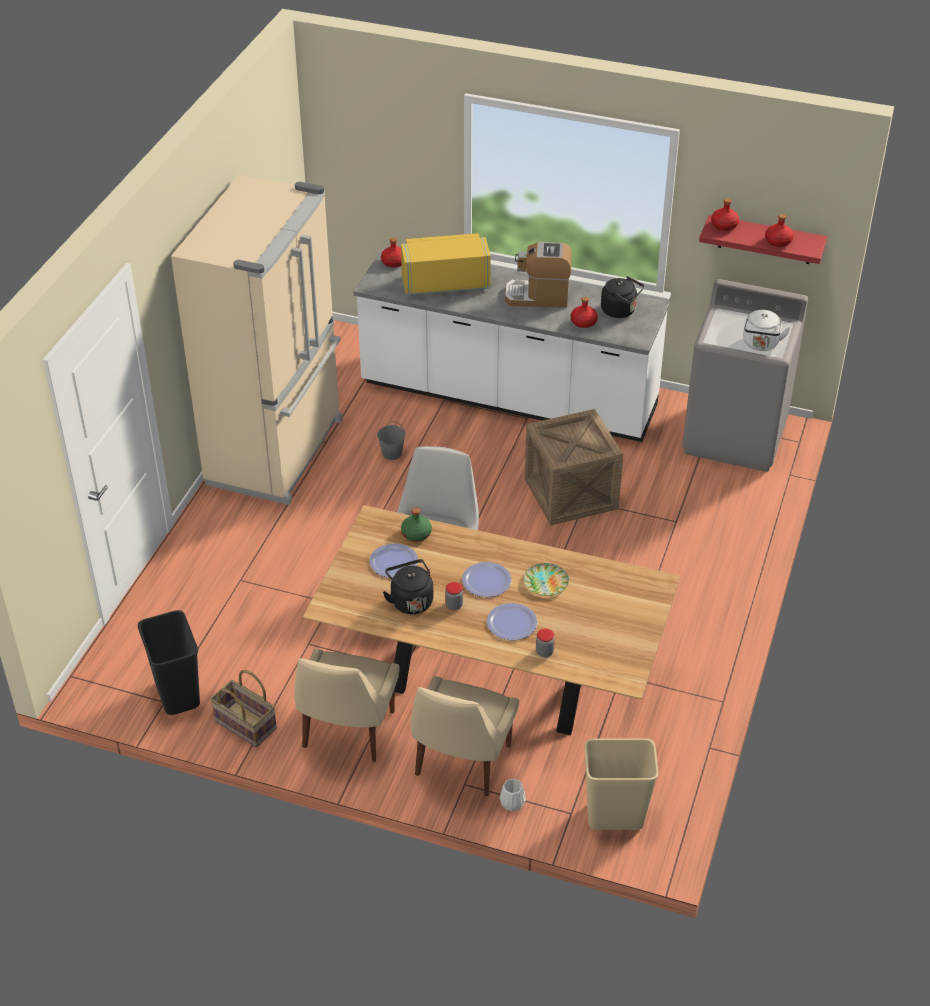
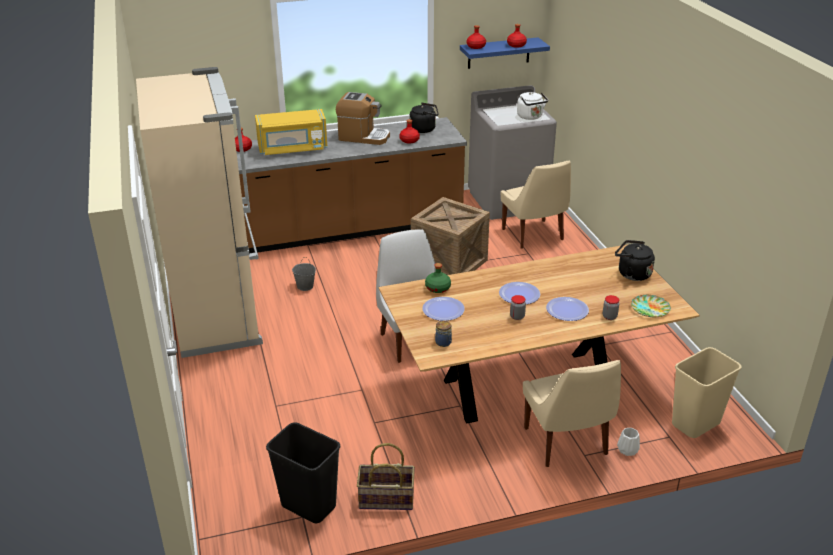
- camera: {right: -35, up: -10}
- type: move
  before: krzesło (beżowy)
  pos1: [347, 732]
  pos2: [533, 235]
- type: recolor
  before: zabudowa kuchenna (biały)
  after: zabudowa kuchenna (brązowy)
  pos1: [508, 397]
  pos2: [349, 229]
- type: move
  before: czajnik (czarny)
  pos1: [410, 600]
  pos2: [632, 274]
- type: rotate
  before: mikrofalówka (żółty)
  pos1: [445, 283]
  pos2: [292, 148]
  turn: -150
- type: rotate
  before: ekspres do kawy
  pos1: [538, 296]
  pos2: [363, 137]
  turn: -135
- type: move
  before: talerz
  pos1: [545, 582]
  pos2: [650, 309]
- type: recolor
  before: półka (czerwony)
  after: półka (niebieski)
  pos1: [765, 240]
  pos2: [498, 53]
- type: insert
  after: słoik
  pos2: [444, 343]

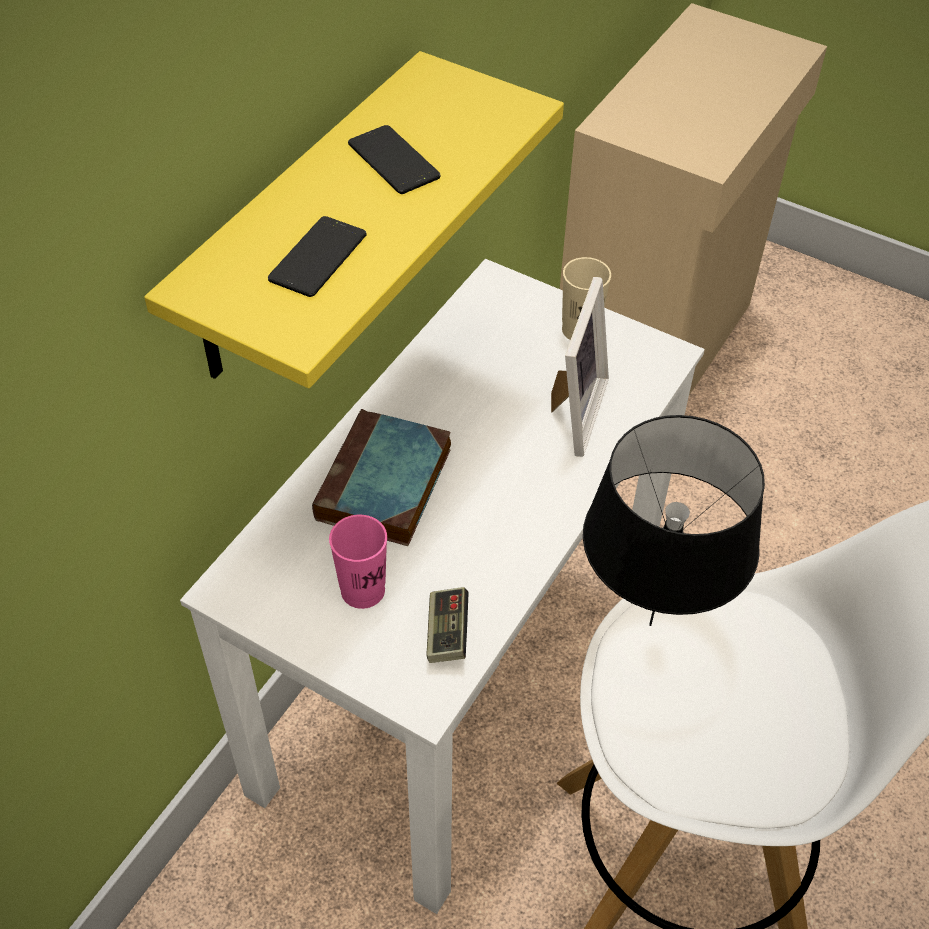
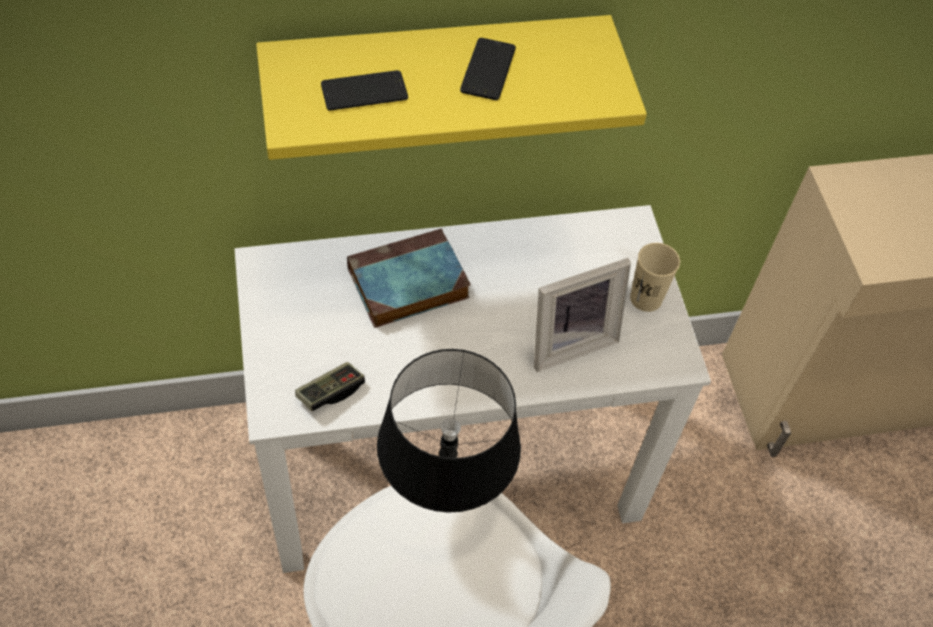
- camera: {right: 45, up: 5}
- type: delete
  before: filiżanka (różowy)
  pos1: [363, 590]

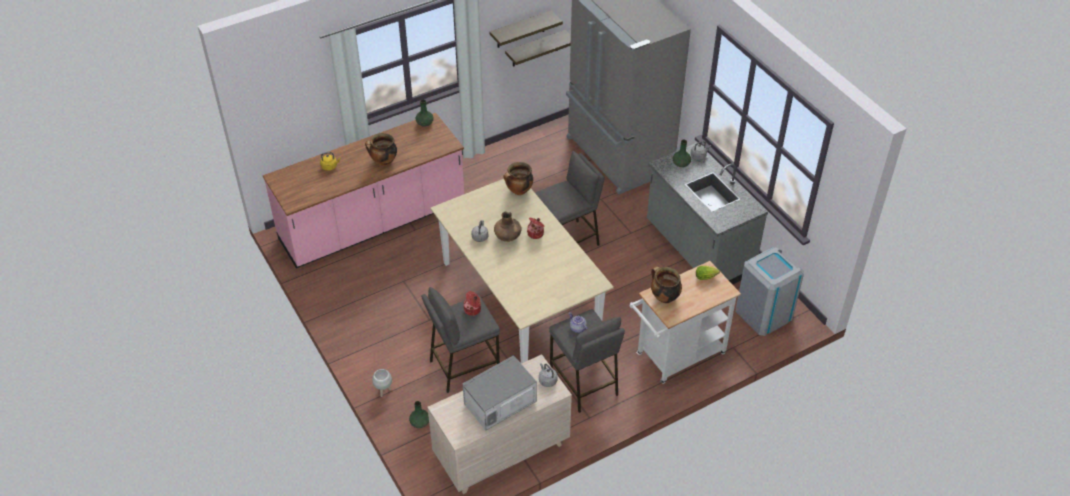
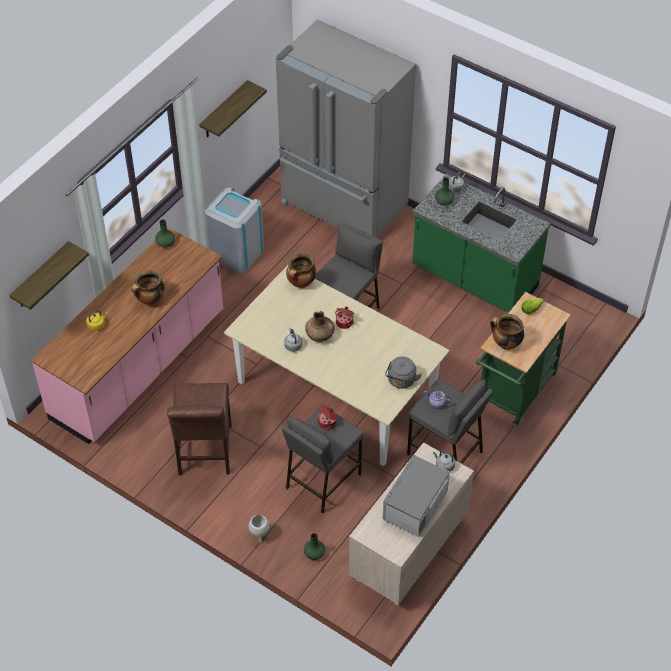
- camera: {right: -25, up: 5}
- type: move
  before: półka
  pos1: [535, 49]
  pos2: [41, 276]
- type: recolor
  before: wózek (biały)
  after: wózek (zielony)
  pos1: [676, 356]
  pos2: [513, 394]
- type: recolor
  before: zabudowa kuchenna (szary)
  after: zabudowa kuchenna (zielony)
  pos1: [697, 249]
  pos2: [474, 279]
- type: move
  before: kosz na śmieci (szary)
  pos1: [763, 313]
  pos2: [236, 253]
- type: insert
  after: krzesło (brązowy)
  pos2: [204, 453]
- type: insert
  after: czajnik (szary)
  pos2: [401, 381]

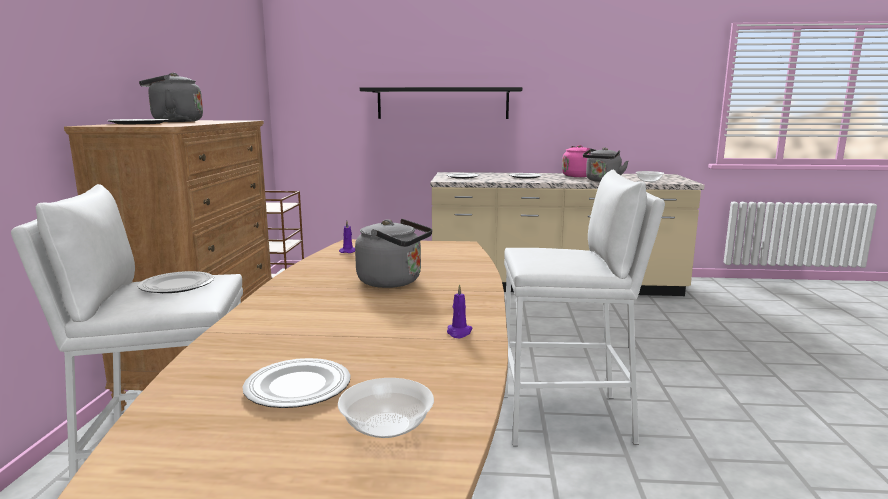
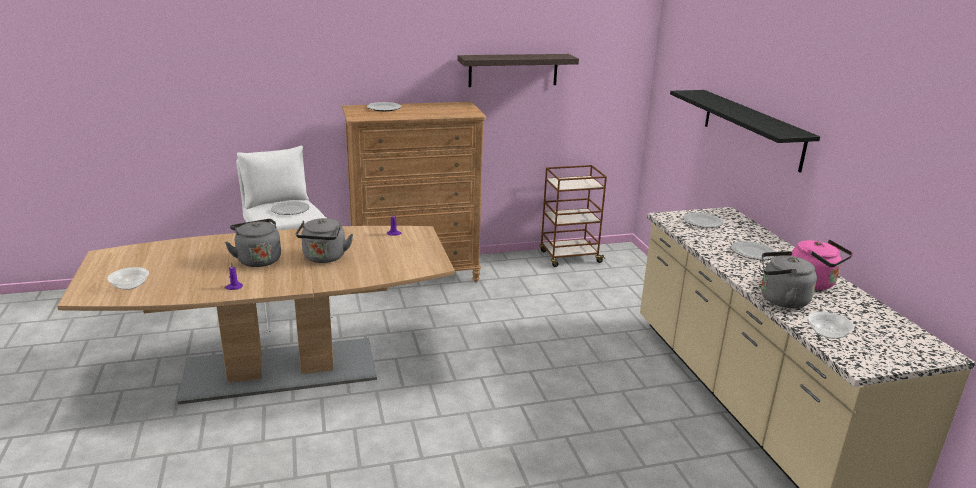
- camera: {right: 70, up: 10}
- type: move
  before: czajnik (szary)
  pos1: [174, 121]
  pos2: [258, 259]
- type: delete
  before: talerz
  pos1: [298, 387]
- type: delete
  before: stołek (biały)
  pos1: [566, 419]
- type: insert
  after: półka
  pos2: [513, 70]

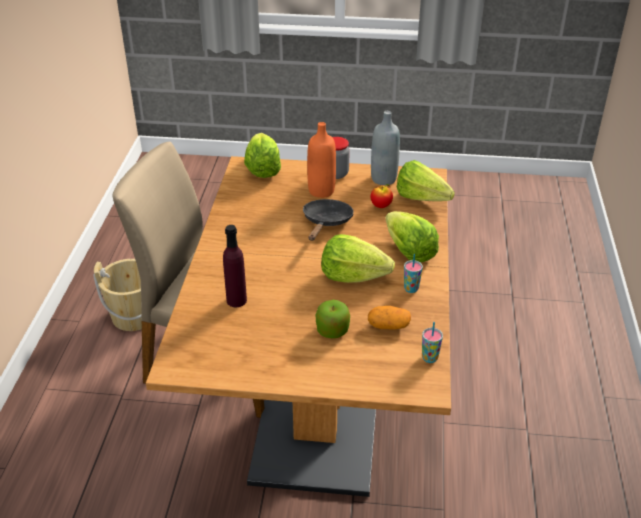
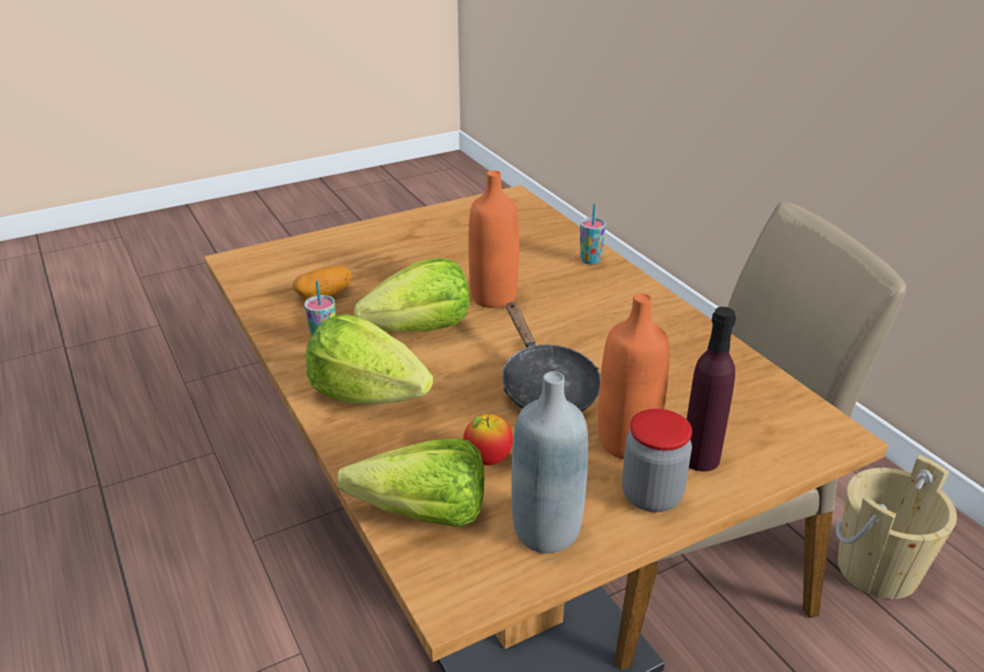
- camera: {right: 145, up: -5}
- type: move
  before: butelka (fioletowy)
  pos1: [236, 300]
  pos2: [700, 458]
- type: delete
  before: sałata
  pos1: [262, 169]
- type: delete
  before: jabłko
  pos1: [332, 330]
- type: move
  before: filiżanka
  pos1: [429, 358]
  pos2: [590, 260]
- type: insert
  after: butelka (pomarańczowy)
  pos2: [493, 297]

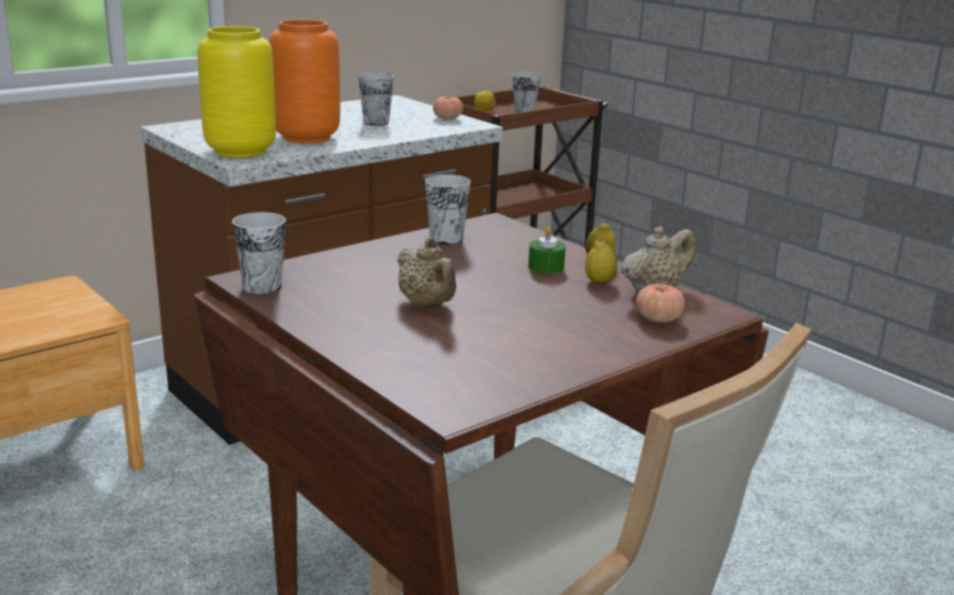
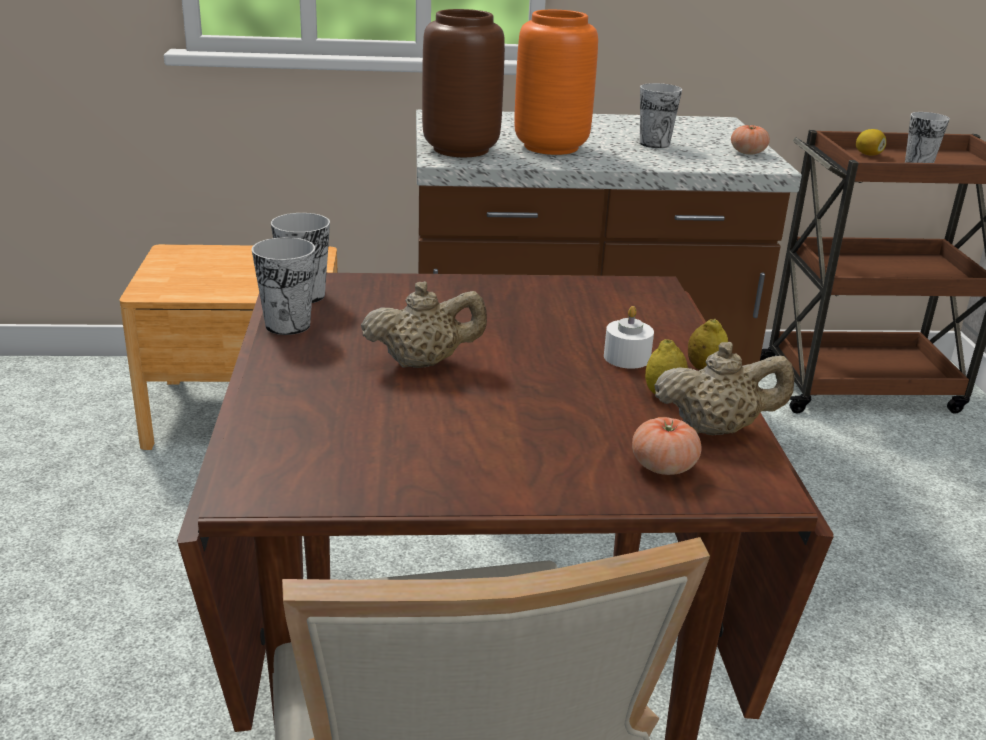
- camera: {right: 35, up: 5}
- type: recolor
  before: wazon (żółty)
  after: wazon (brązowy)
  pos1: [242, 151]
  pos2: [462, 150]
- type: rotate
  before: imbryk (beżowy)
  pos1: [428, 305]
  pos2: [424, 363]
  turn: -105
- type: move
  before: filiżanka
  pos1: [446, 239]
  pos2: [288, 325]
- type: recolor
  before: świeca (zielony)
  after: świeca (biały)
  pos1: [546, 267]
  pos2: [627, 357]

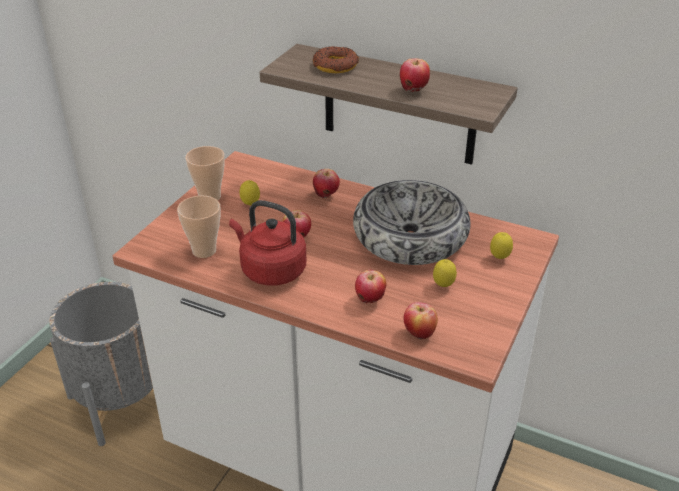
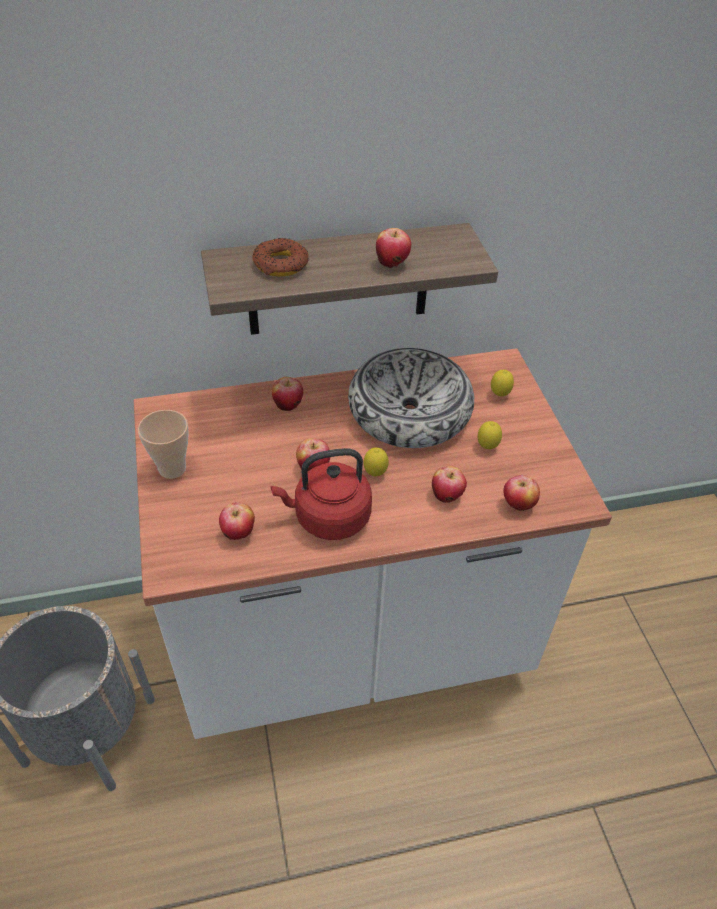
- camera: {right: -40, up: 10}
- type: replace
  before: filiżanka
  after: jabłko
  pos1: [204, 251]
  pos2: [239, 534]
- type: move
  before: cytryna
  pos1: [250, 205]
  pos2: [375, 474]

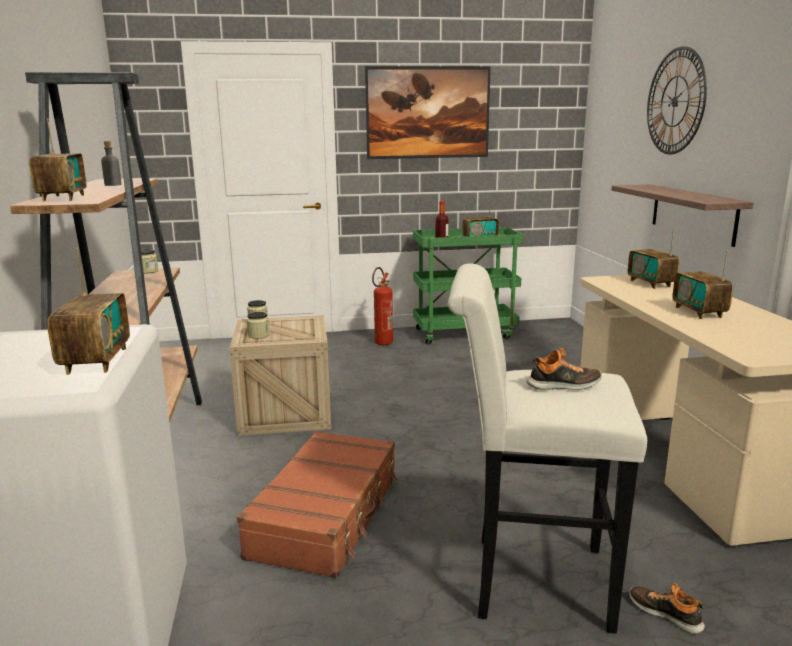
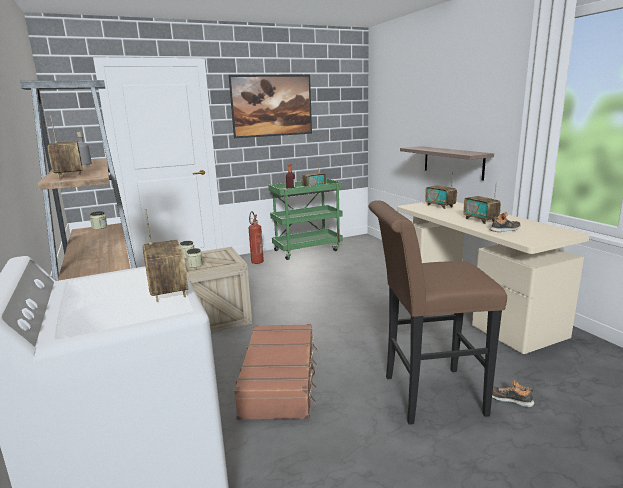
- camera: {right: -15, up: 0}
- type: recolor
  before: stołek (biały)
  after: stołek (brązowy)
  pos1: [528, 580]
  pos2: [425, 395]
- type: move
  before: but
  pos1: [564, 385]
  pos2: [505, 230]
- type: delete
  before: zegar ścienny
  pos1: [675, 101]

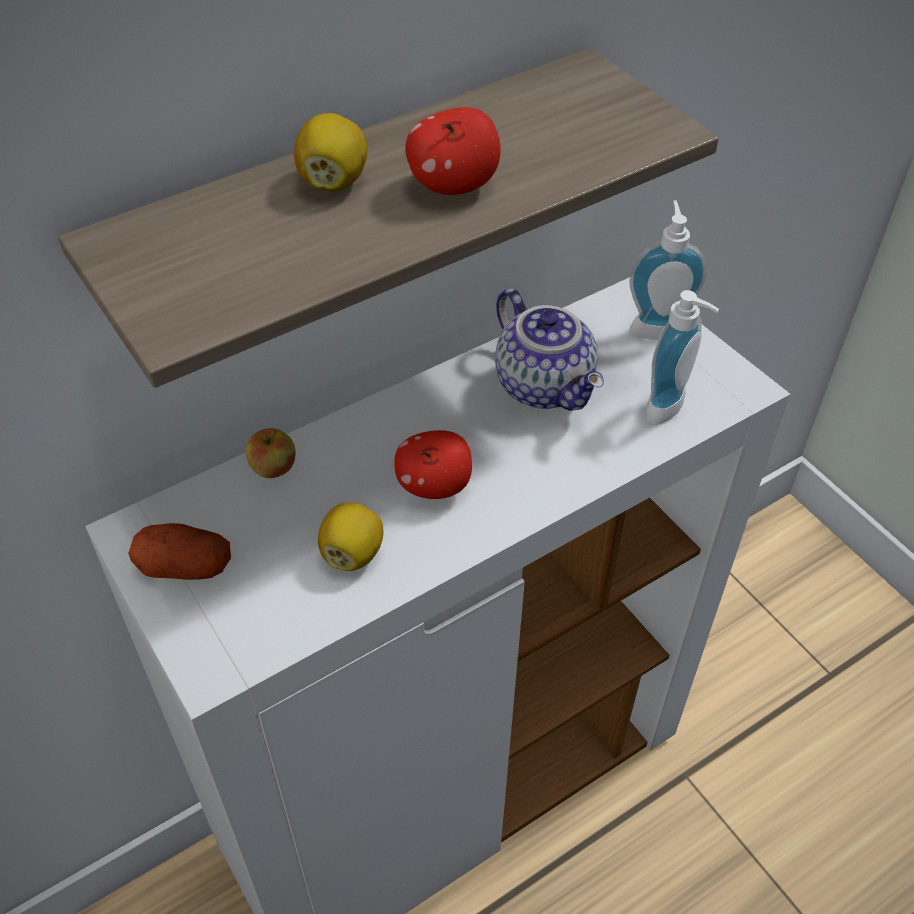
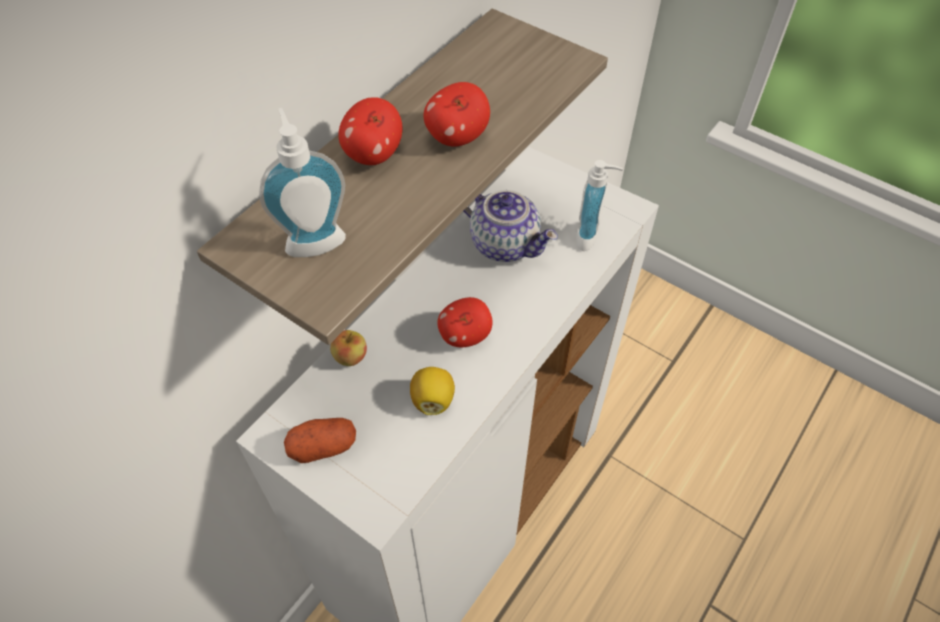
- camera: {right: -20, up: 5}
- type: replace
  before: cytryna
  after: jabłko
  pos1: [333, 181]
  pos2: [373, 155]
- type: move
  before: dozownik mydła
  pos1: [656, 326]
  pos2: [314, 239]

